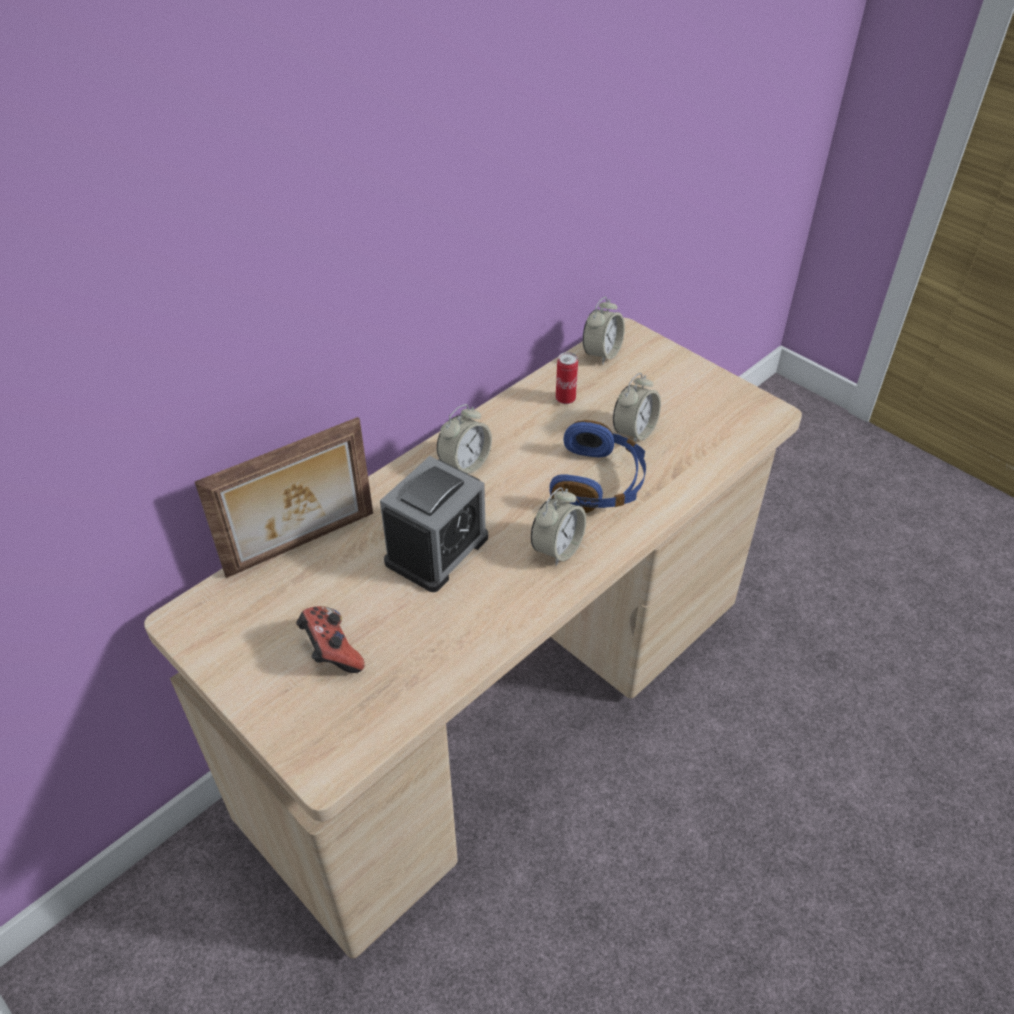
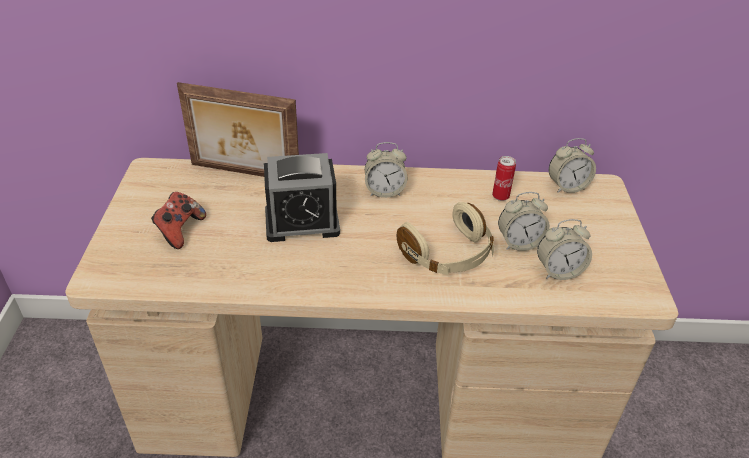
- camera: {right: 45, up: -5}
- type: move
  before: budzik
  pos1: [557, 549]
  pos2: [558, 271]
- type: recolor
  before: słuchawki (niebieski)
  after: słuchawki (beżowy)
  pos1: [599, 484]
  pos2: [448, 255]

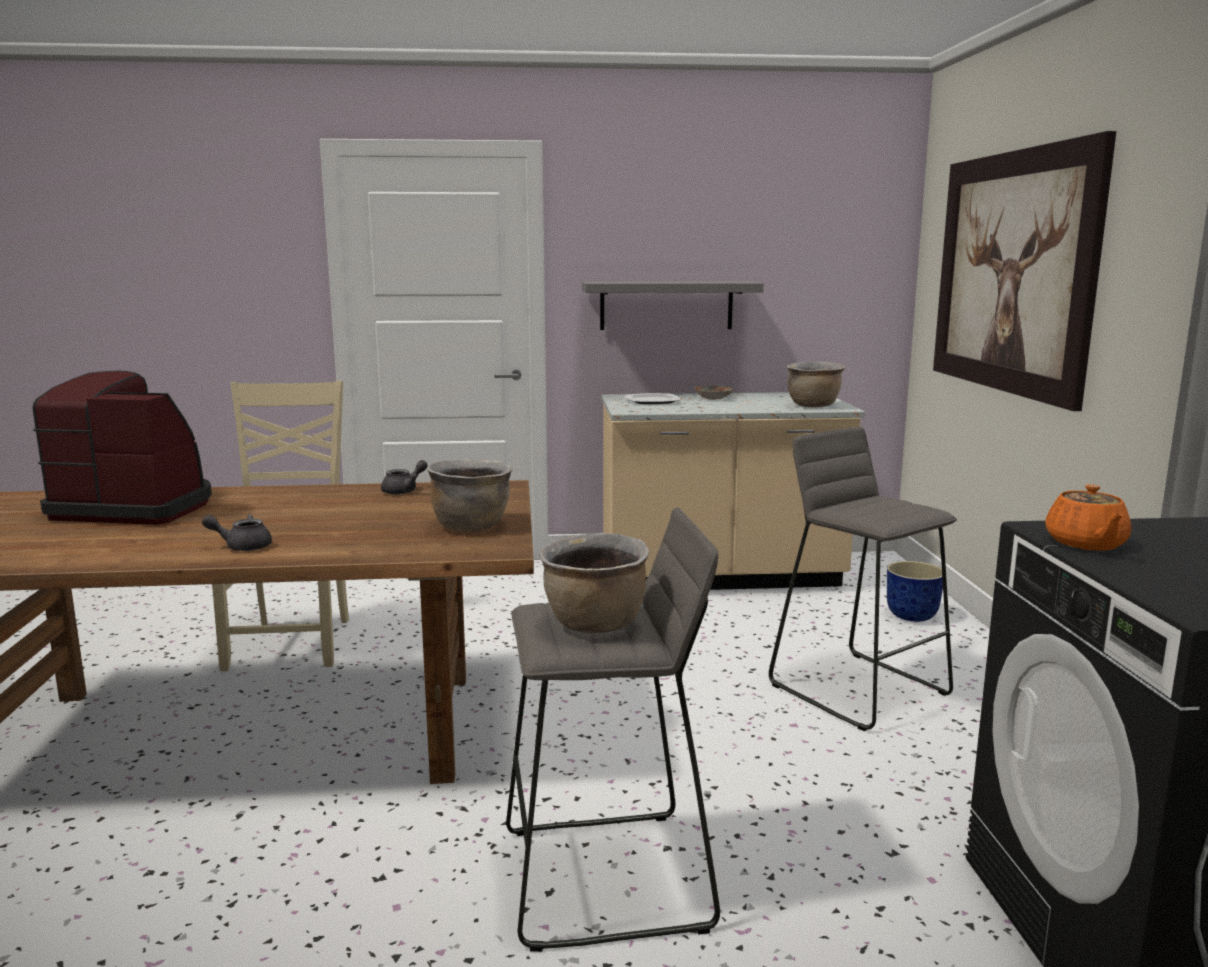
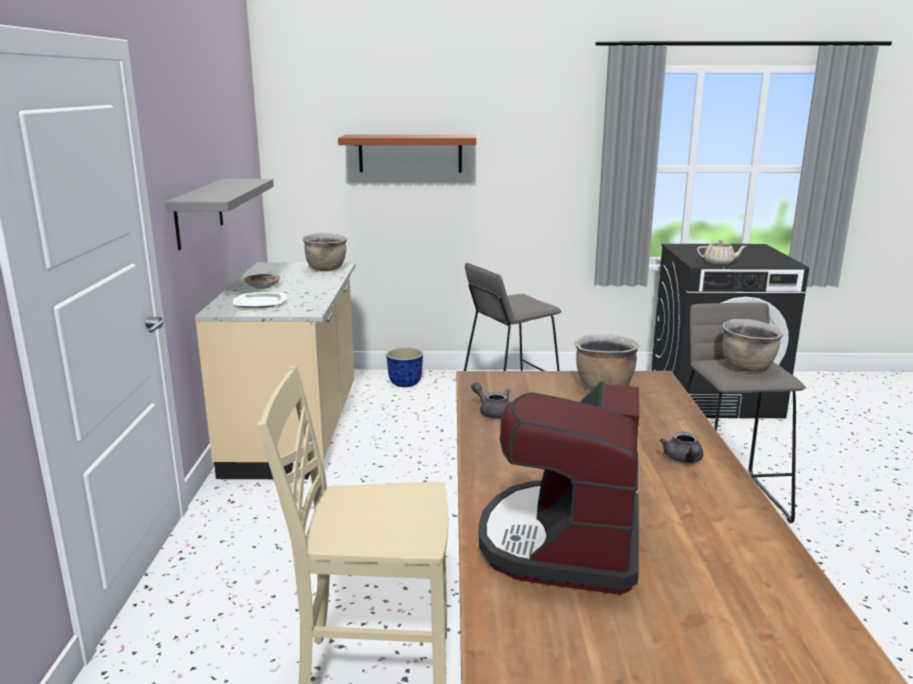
- camera: {right: -85, up: 5}
- type: replace
  before: obraz
  after: półka (brązowy)
  pos1: [1011, 272]
  pos2: [410, 153]
- type: recolor
  before: imbryk (pomarańczowy)
  after: imbryk (beżowy)
  pos1: [1086, 544]
  pos2: [719, 263]

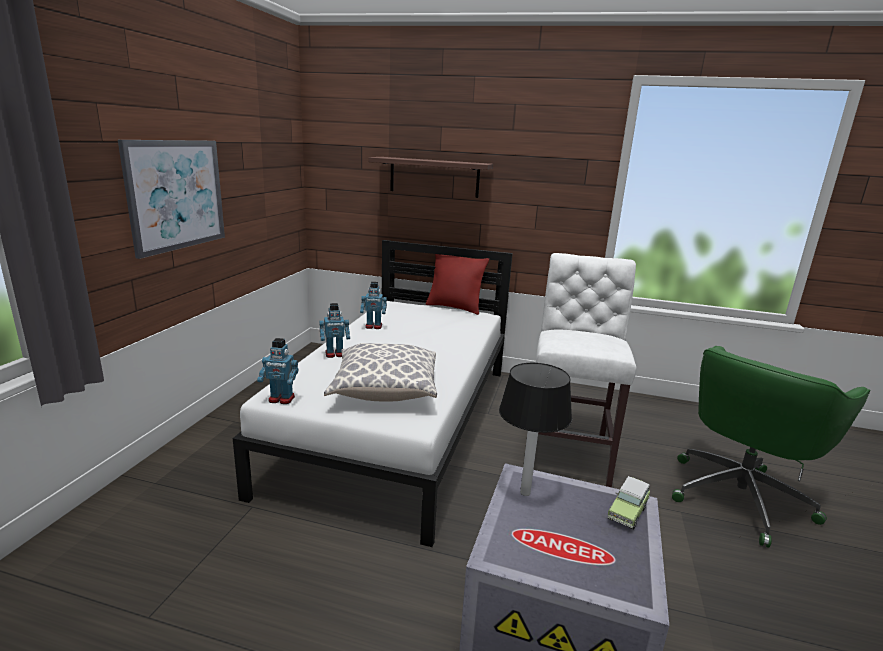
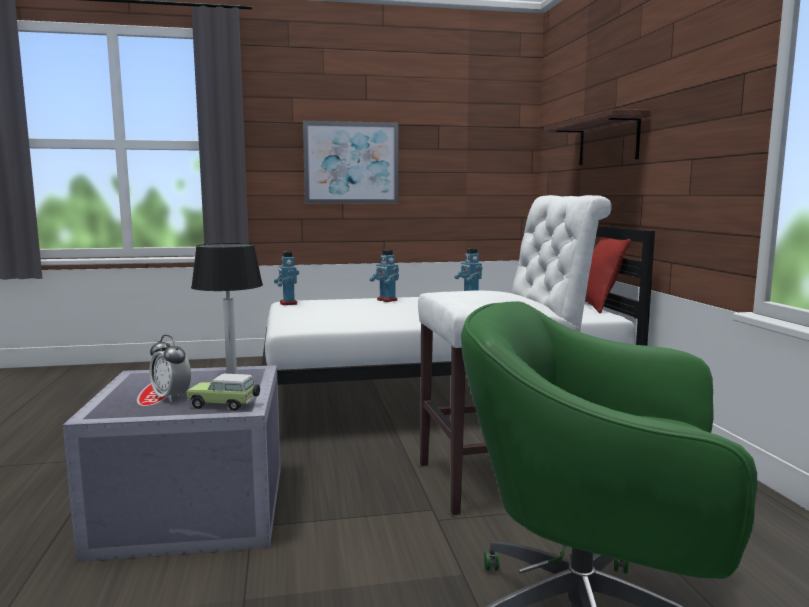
- camera: {right: 65, up: -10}
- type: delete
  before: poduszka
  pos1: [384, 391]
- type: insert
  after: budzik
  pos2: [171, 397]

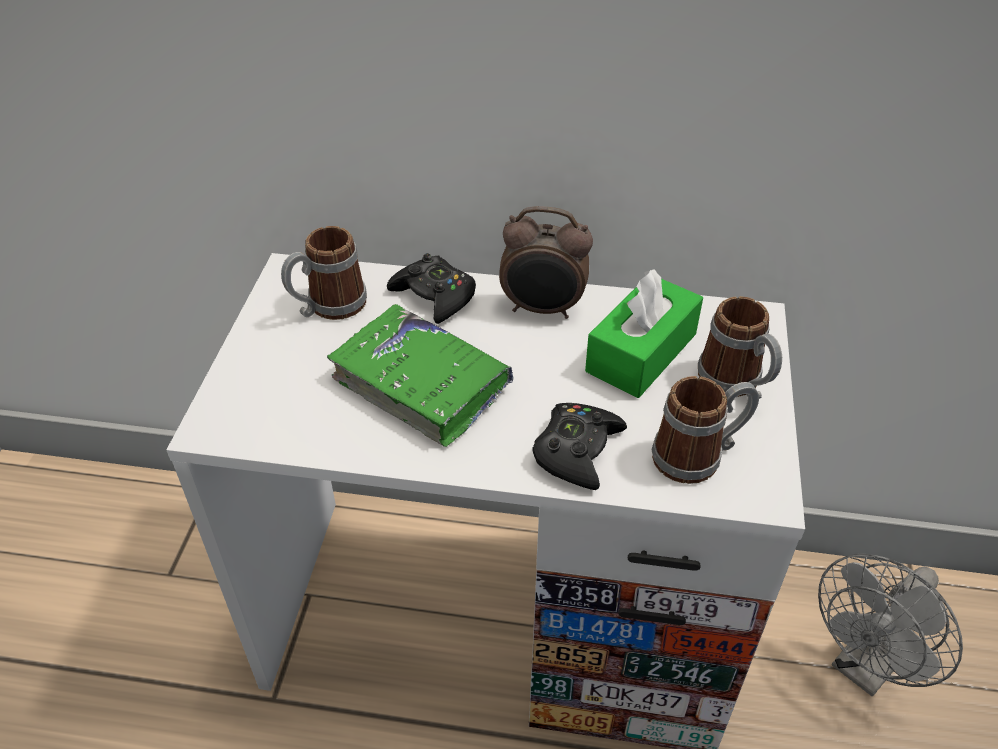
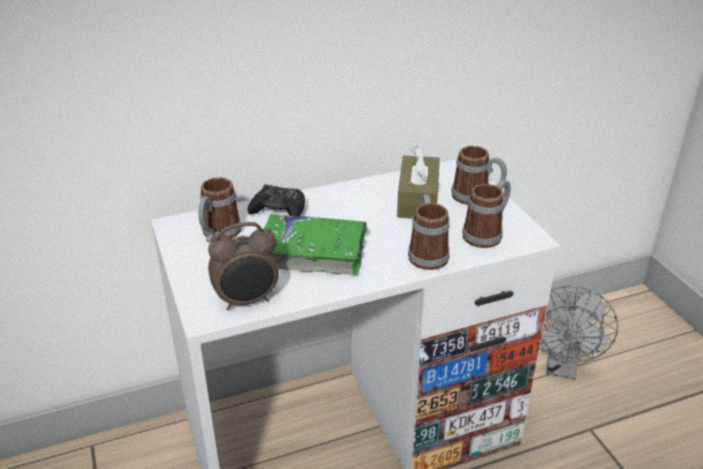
- camera: {right: -30, up: -10}
- type: move
  before: budzik
  pos1: [543, 309]
  pos2: [247, 301]
- type: replace
  before: pad do gier (czarny)
  after: kubek
  pos1: [577, 451]
  pos2: [426, 253]
- type: recolor
  before: pudełko chusteczek (zielony)
  after: pudełko chusteczek (brązowy)
  pos1: [641, 352]
  pos2: [418, 200]

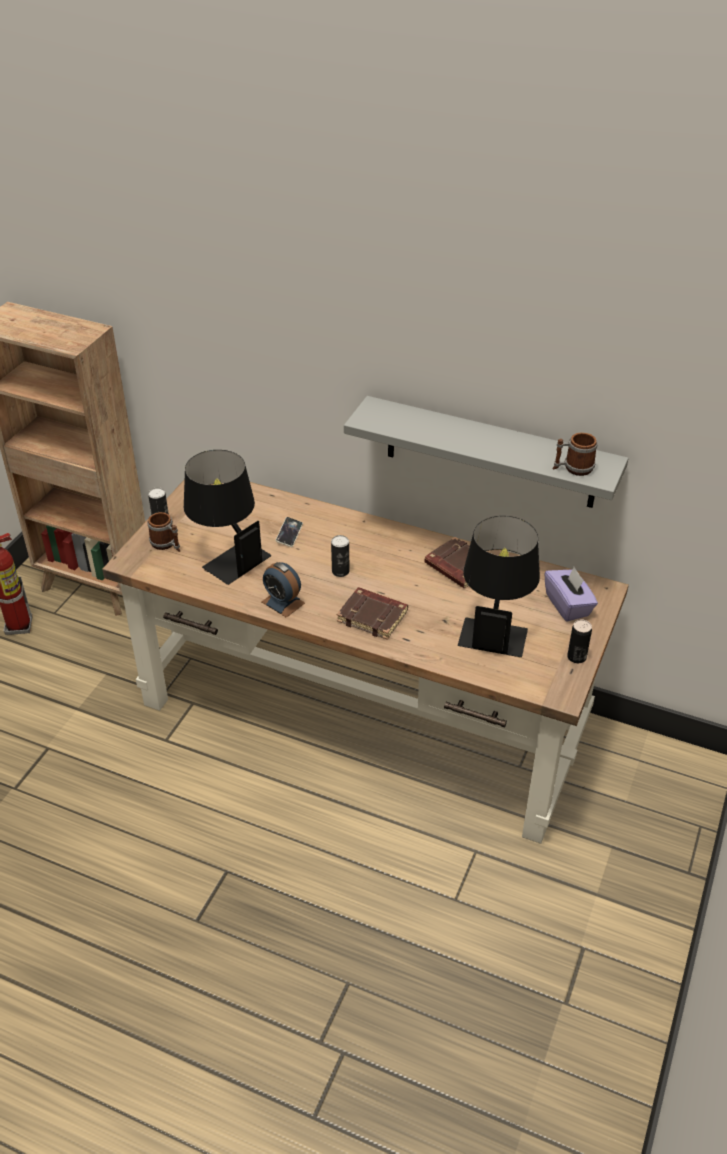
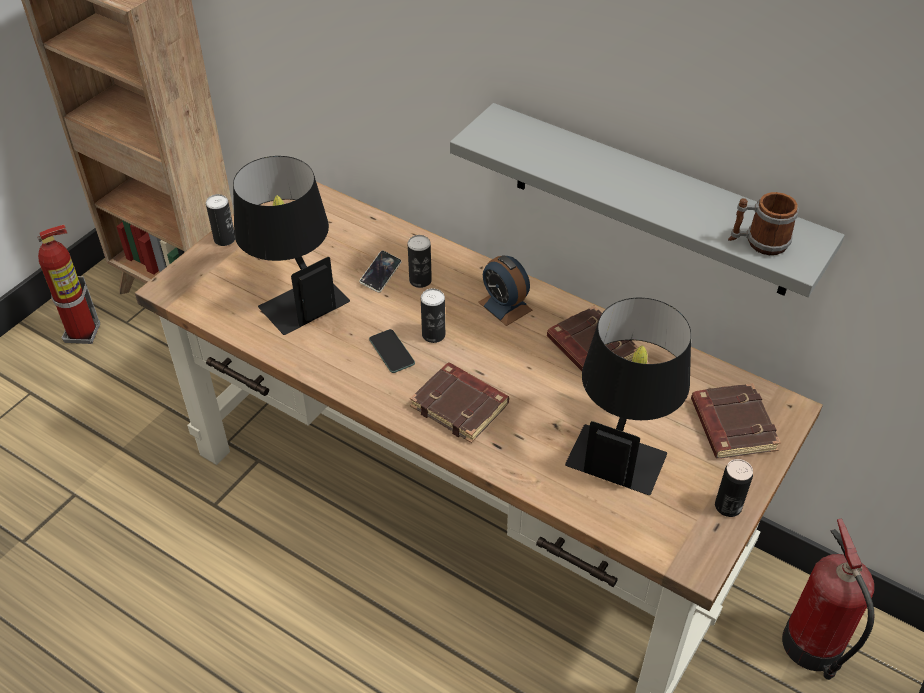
- camera: {right: 10, up: 5}
- type: delete
  before: kubek
  pos1: [167, 544]
- type: move
  before: budzik
  pos1: [283, 602]
  pos2: [505, 306]
- type: replace
  before: pudełko chusteczek (fioletowy)
  after: książka (brązowy)
  pos1: [568, 605]
  pos2: [731, 425]
- type: insert
  after: telefon
  pos2: [391, 351]
- type: insert
  after: puszka
  pos2: [420, 280]
- type: insert
  after: gaśnica
  pos2: [814, 647]

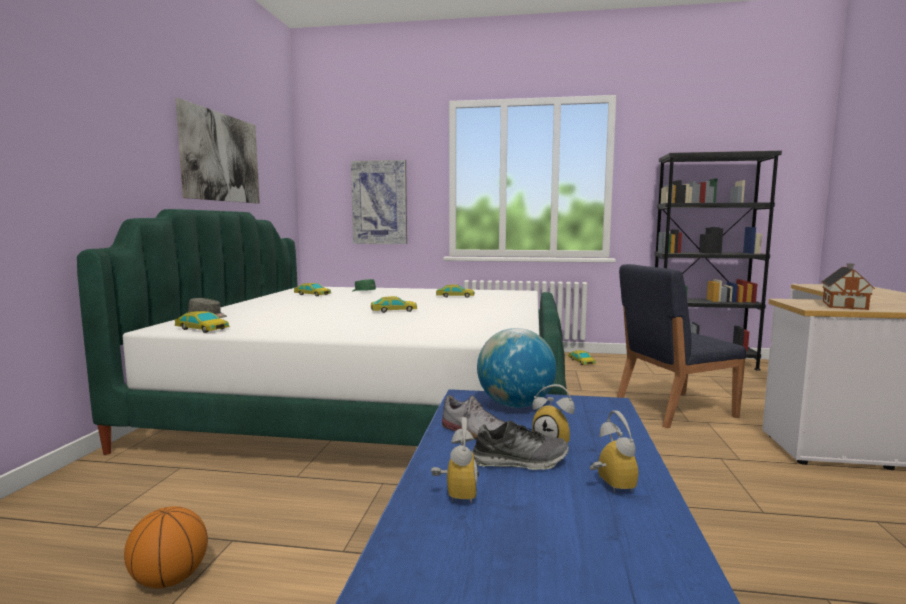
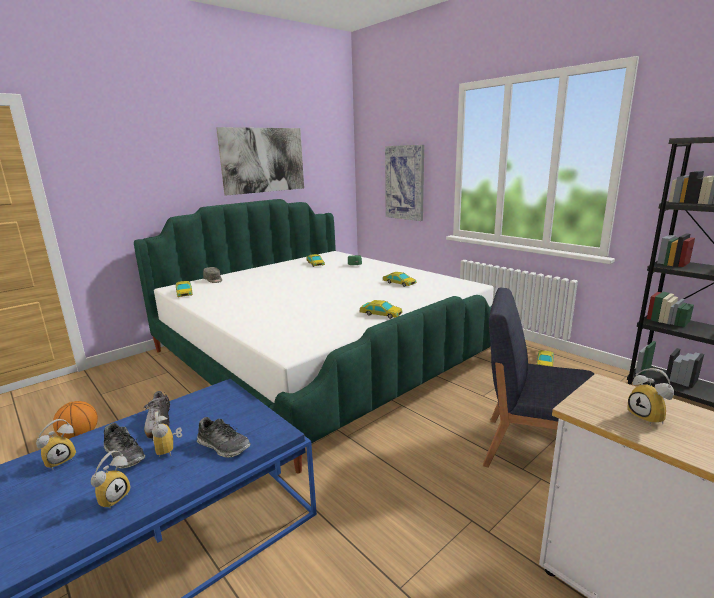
- camera: {right: 40, up: 10}
- type: move
  before: samochodzik
  pos1: [394, 310]
  pos2: [381, 314]
- type: delete
  before: globus
  pos1: [515, 405]
- type: replace
  before: domek
  after: budzik
  pos1: [844, 305]
  pos2: [649, 417]
- type: insert
  after: but
  pos2: [223, 446]

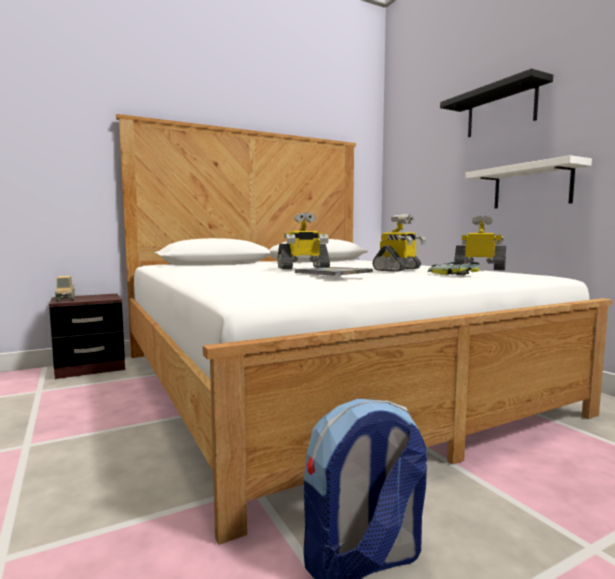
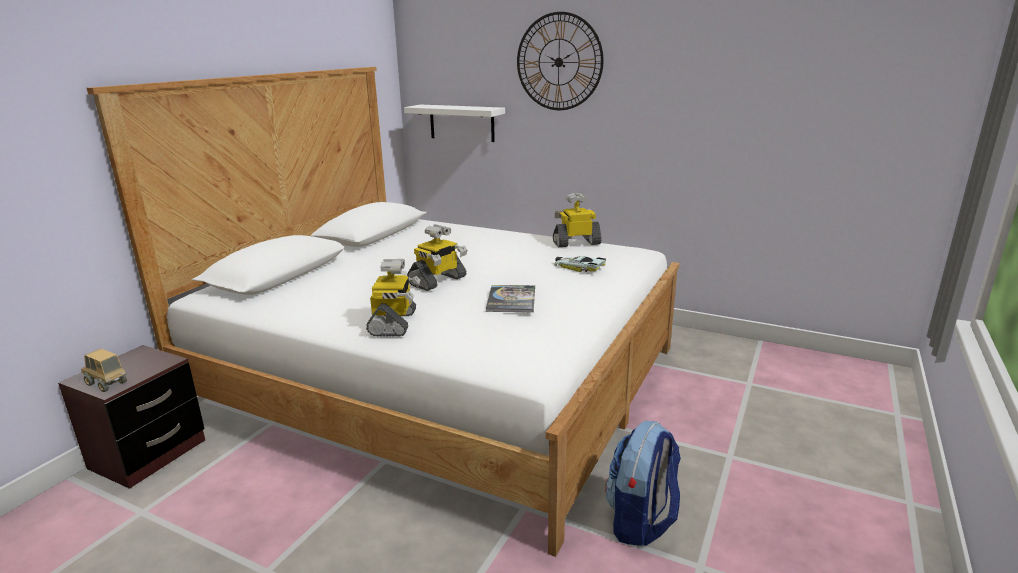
- camera: {right: -35, up: 15}
- type: move
  before: robot zabawkowy
  pos1: [398, 269]
  pos2: [394, 323]
- type: replace
  before: półka (czarny)
  after: zegar ścienny
  pos1: [501, 110]
  pos2: [559, 62]
- type: move
  before: półka (biały)
  pos1: [531, 186]
  pos2: [461, 123]

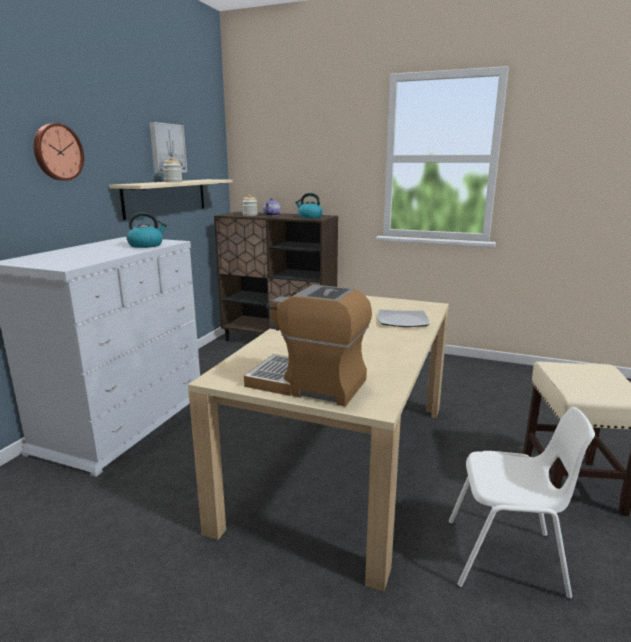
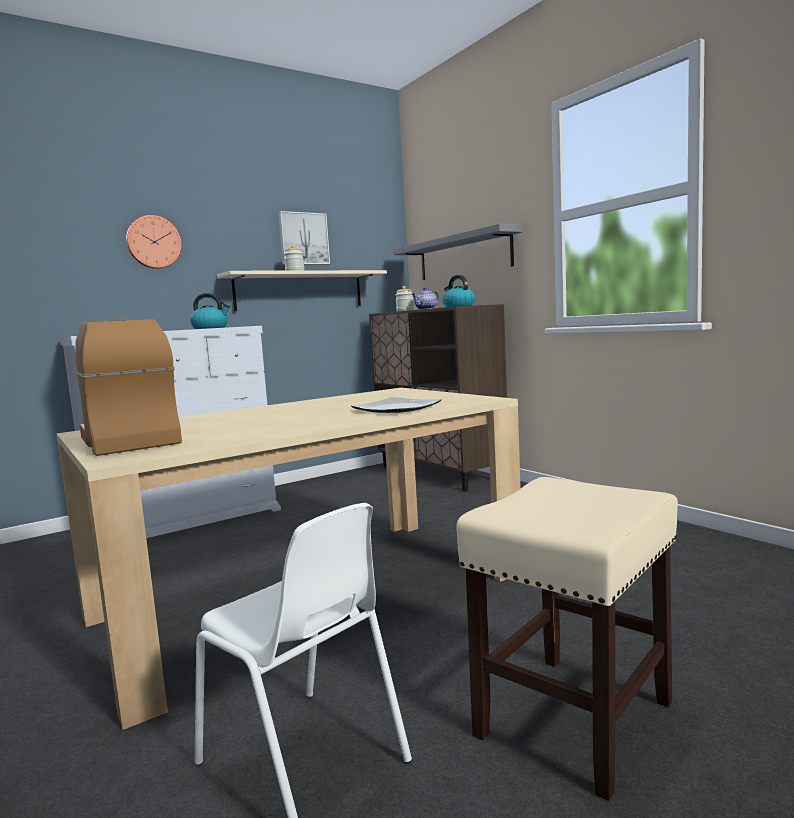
- camera: {right: 35, up: -10}
- type: insert
  after: półka (szary)
  pos2: [463, 256]

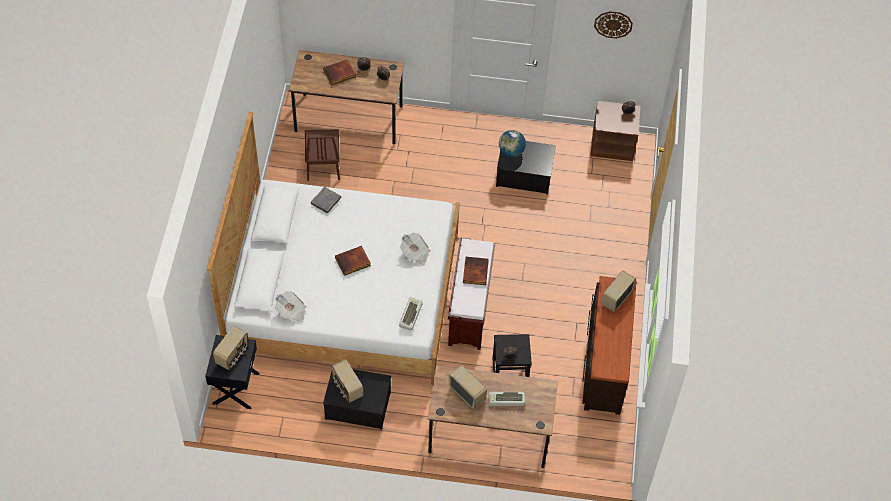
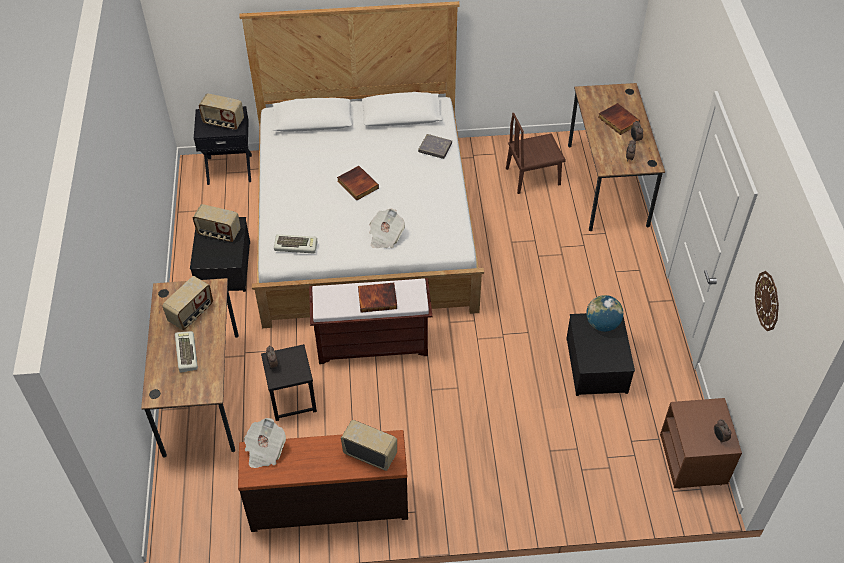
- camera: {right: 80, up: -5}
- type: move
  before: gazeta
  pos1: [291, 312]
  pos2: [264, 450]
- type: rotate
  before: radio
  pos1: [347, 388]
  pos2: [219, 233]
  turn: -120

